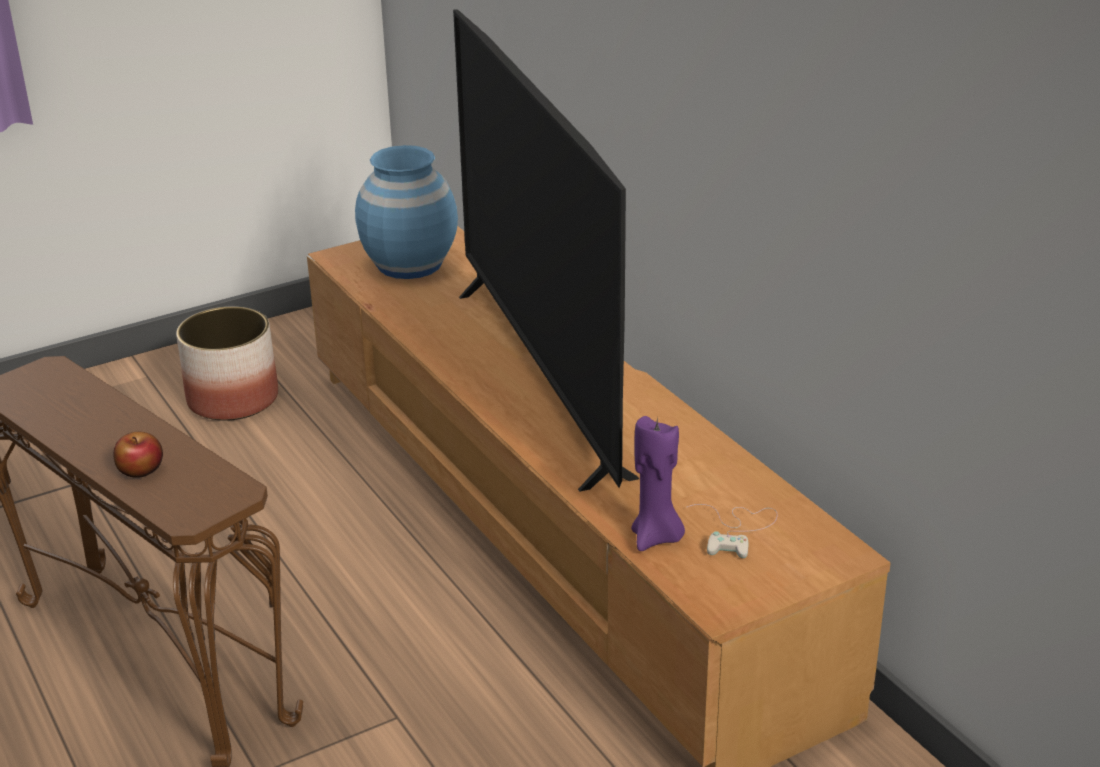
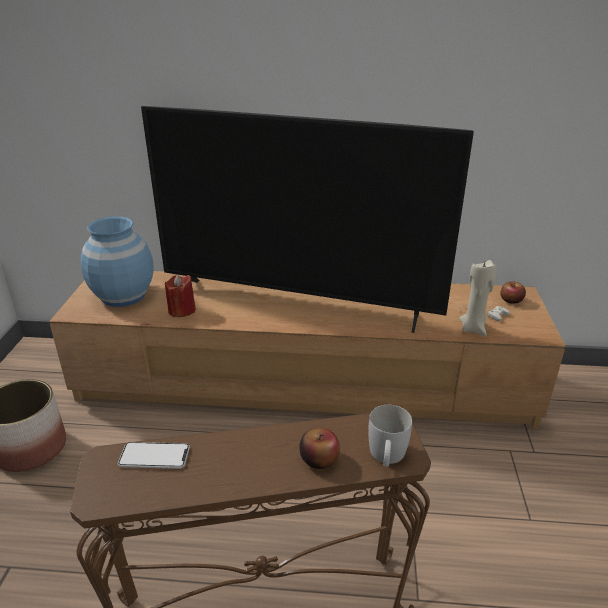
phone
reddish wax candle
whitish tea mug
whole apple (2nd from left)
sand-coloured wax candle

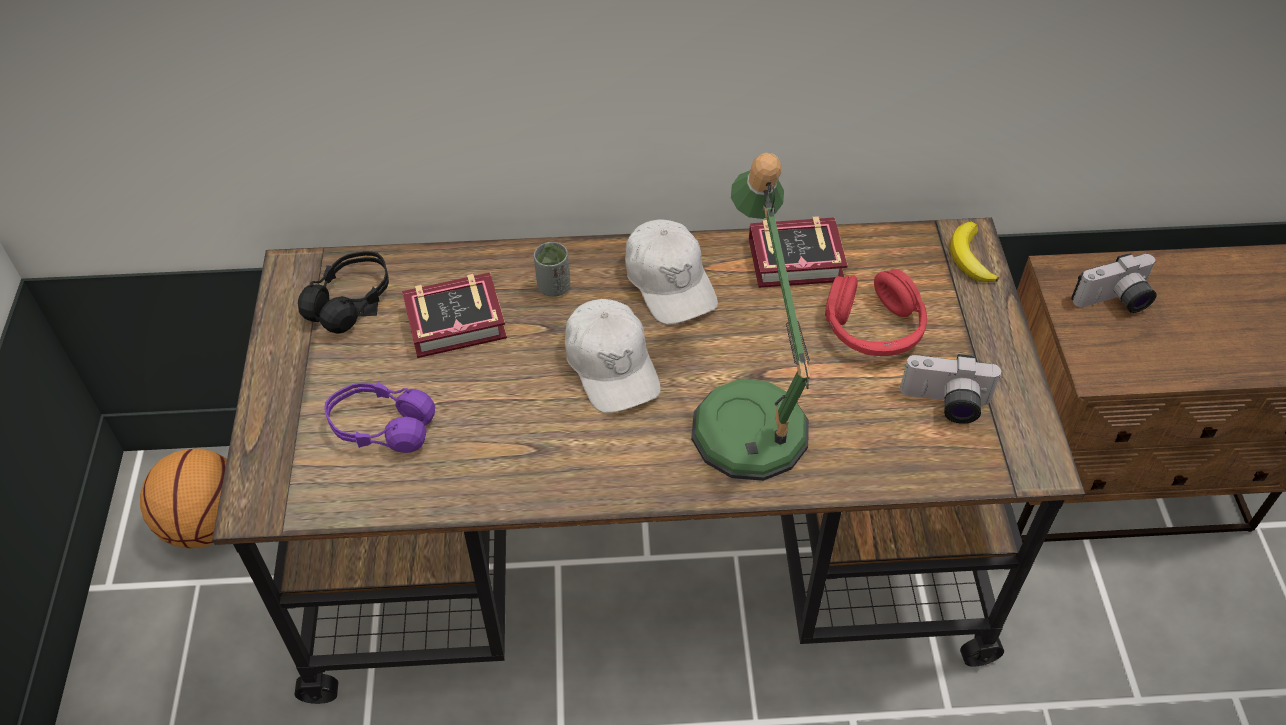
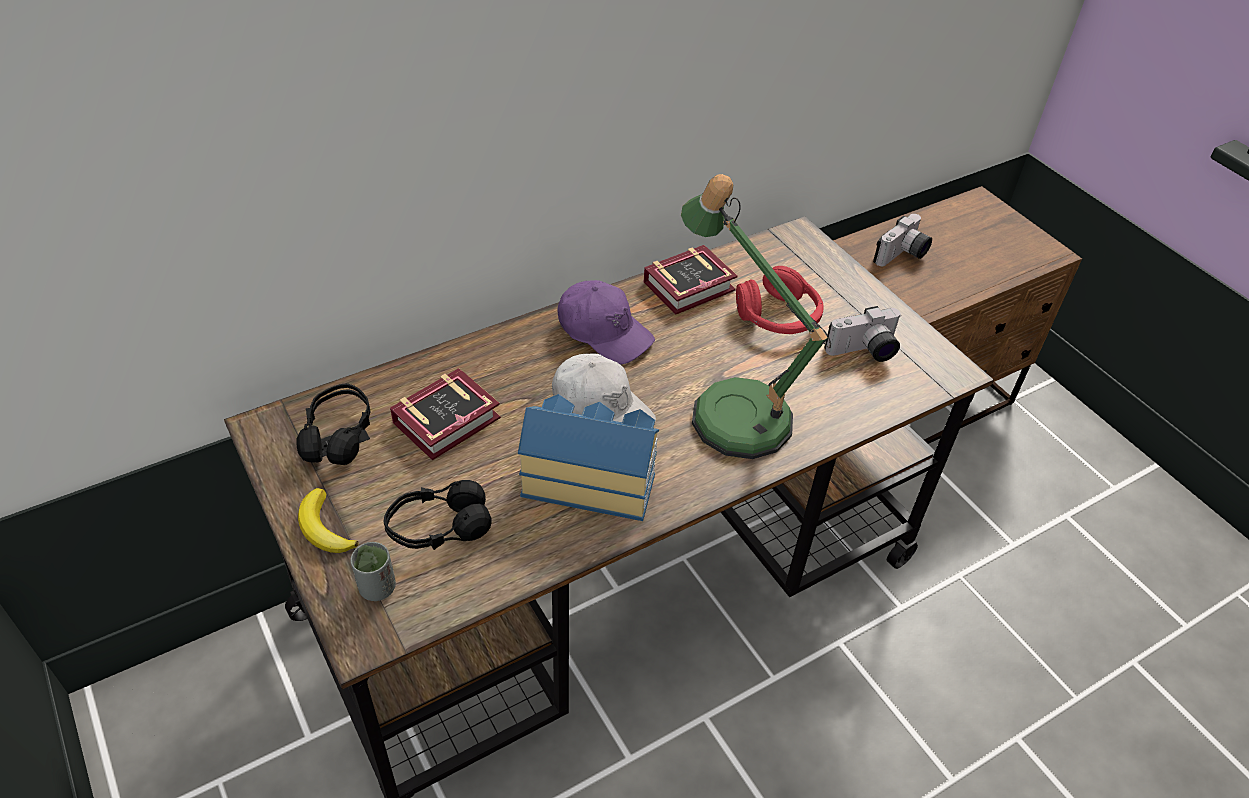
ball for basketball
model house
greyish drinking cup
banana
black-coloured pair of headphones (2nd from left)
purple-coloured peaked cap

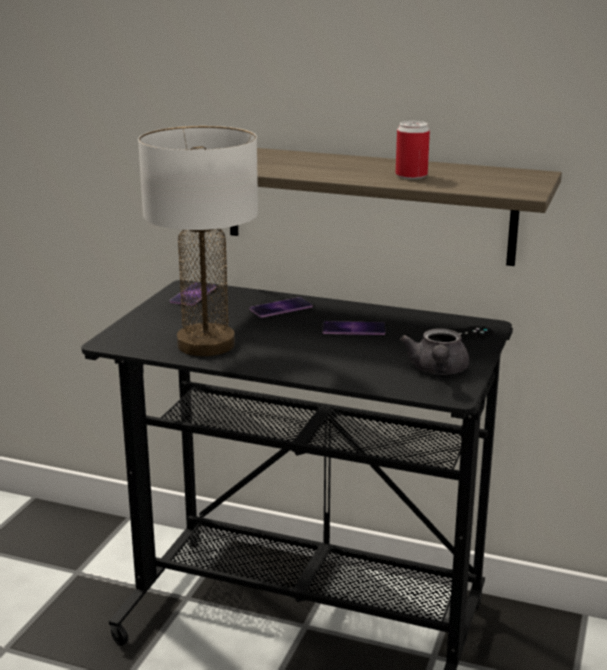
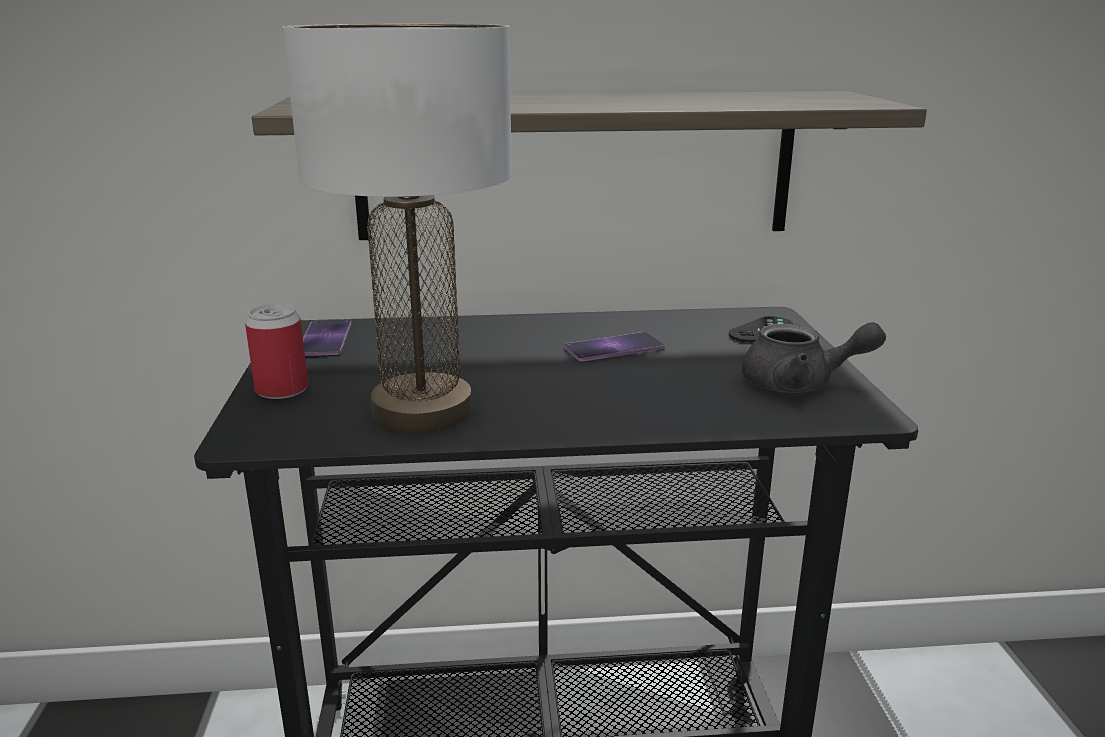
phone (2nd from left in the first image)
sealed can
greyish tea pot

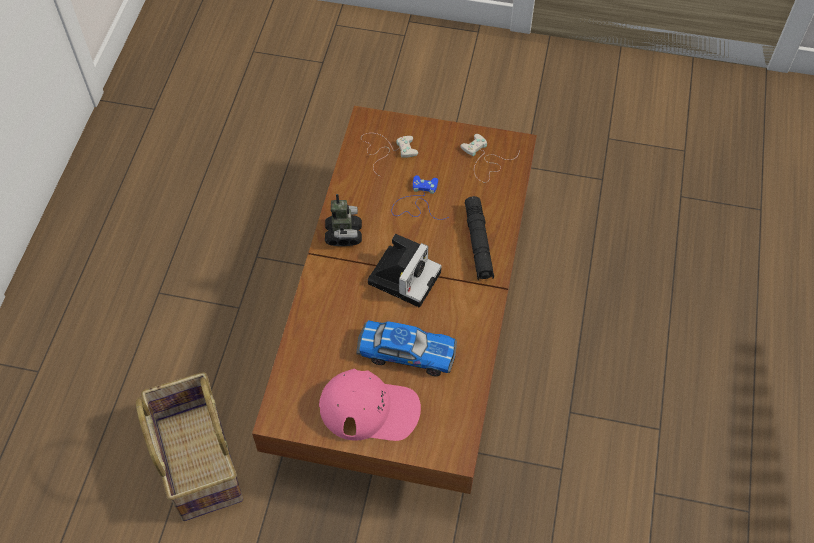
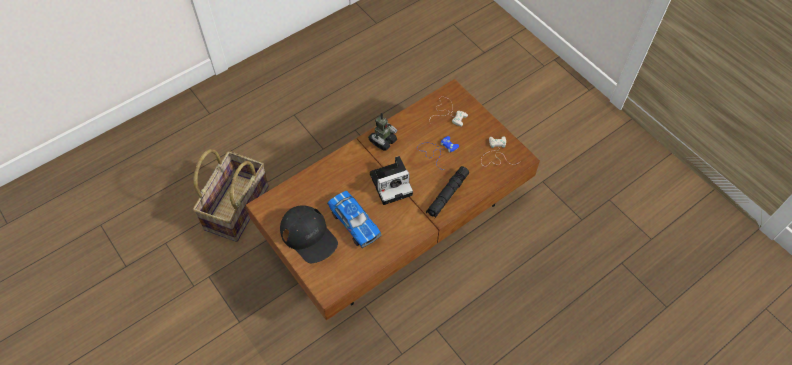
black-coloured peaked cap

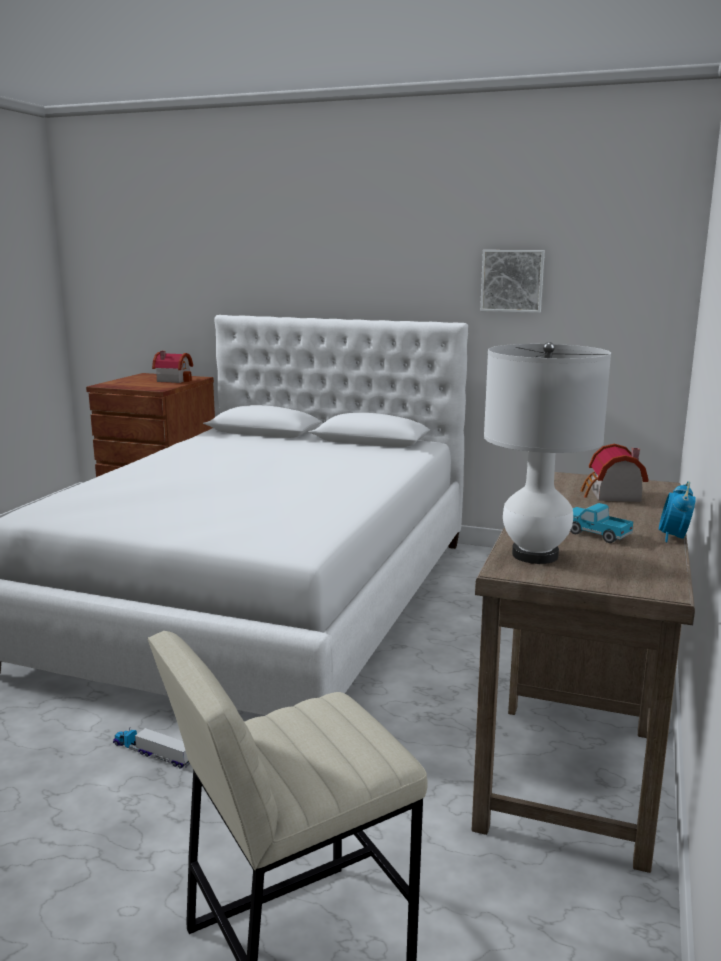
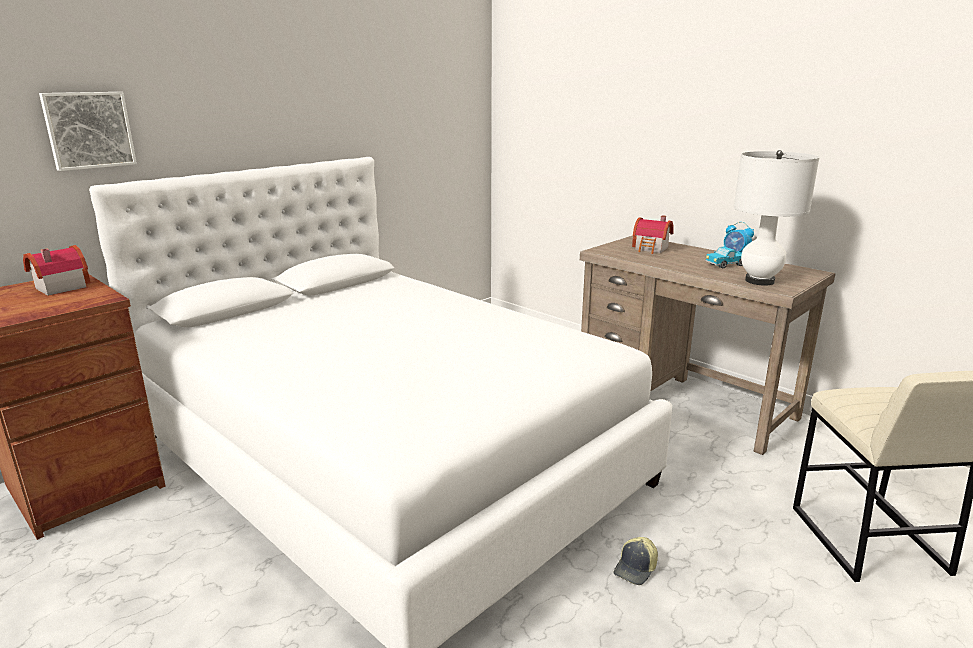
picture
peaked cap

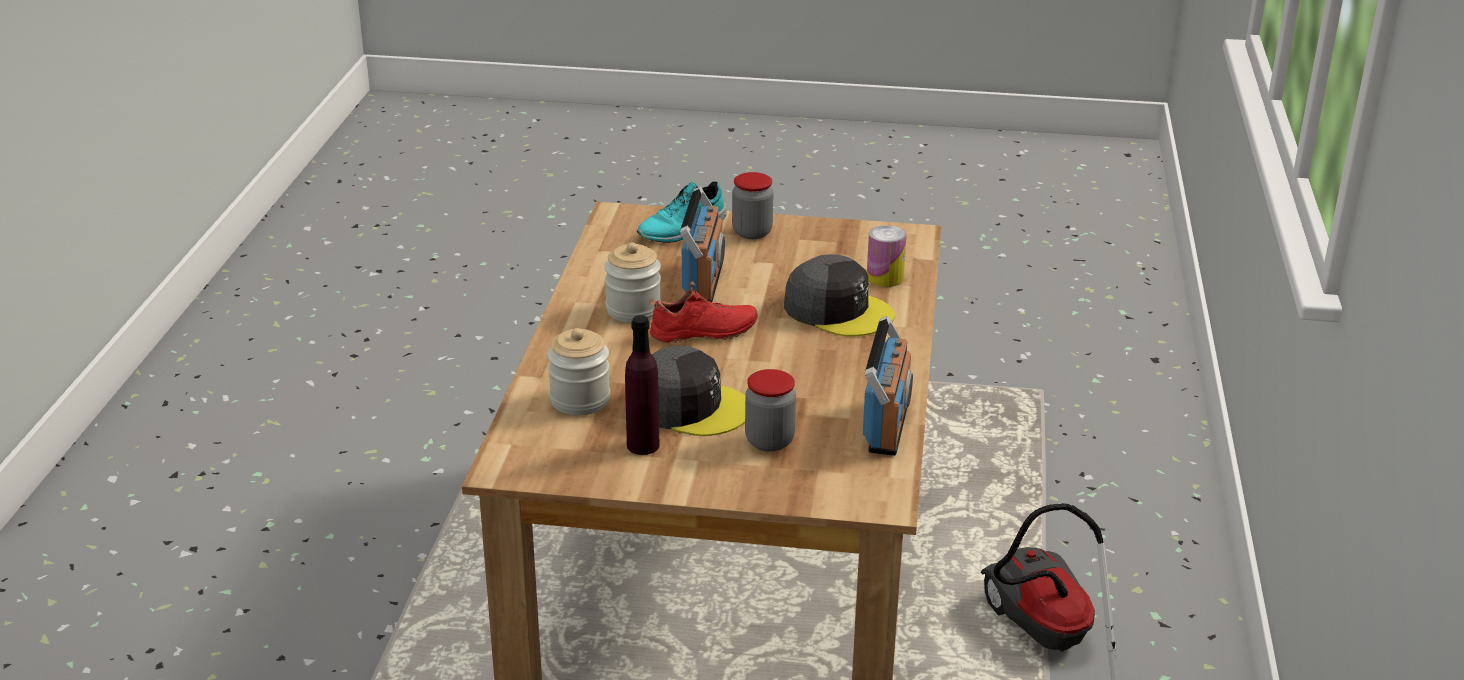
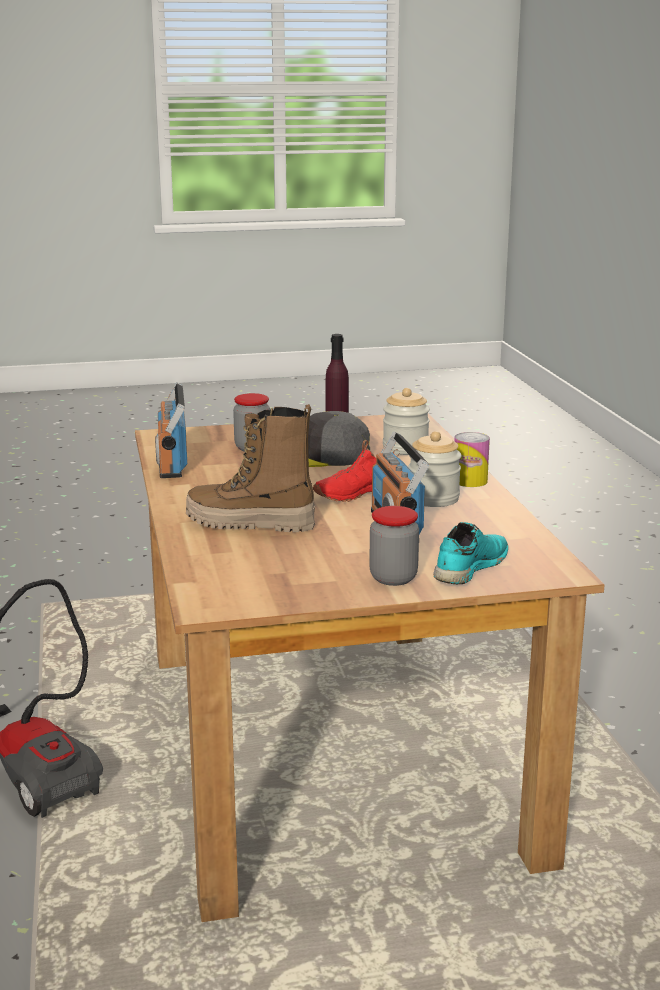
sealed can
high-top boot

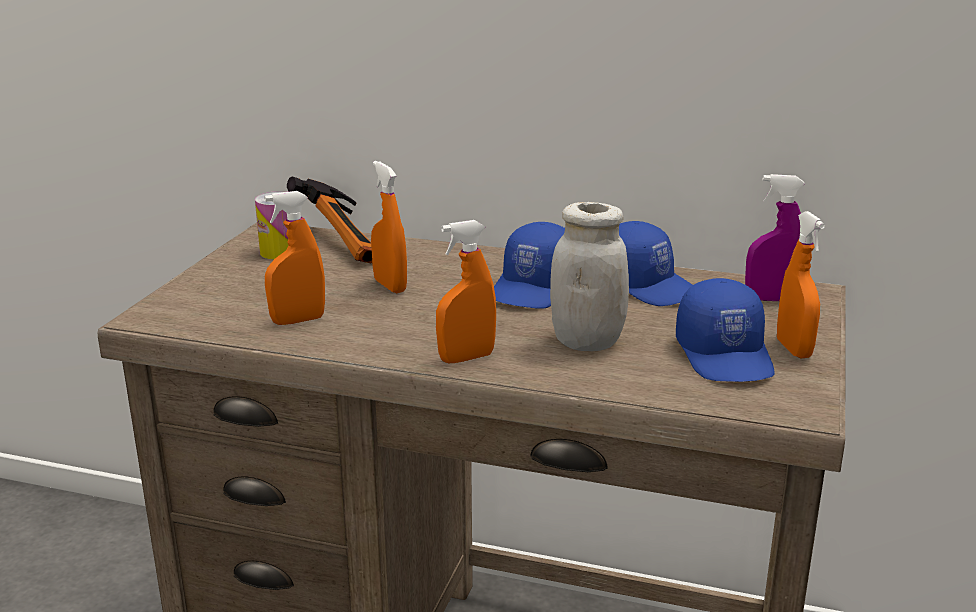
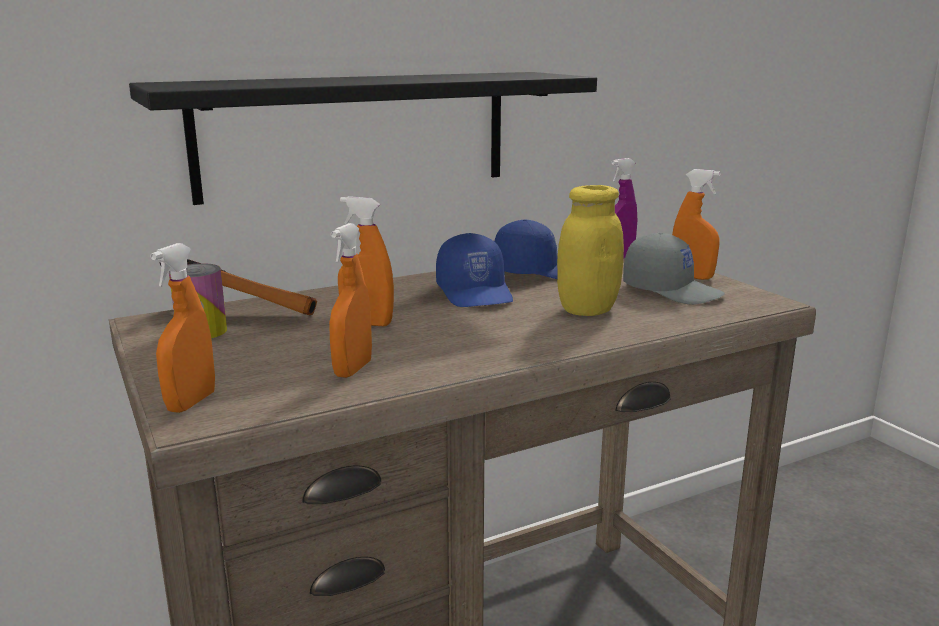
black-coloured wall shelf
orange spray bottle (1st from left)
yellow-coloured jar
greyish peaked cap

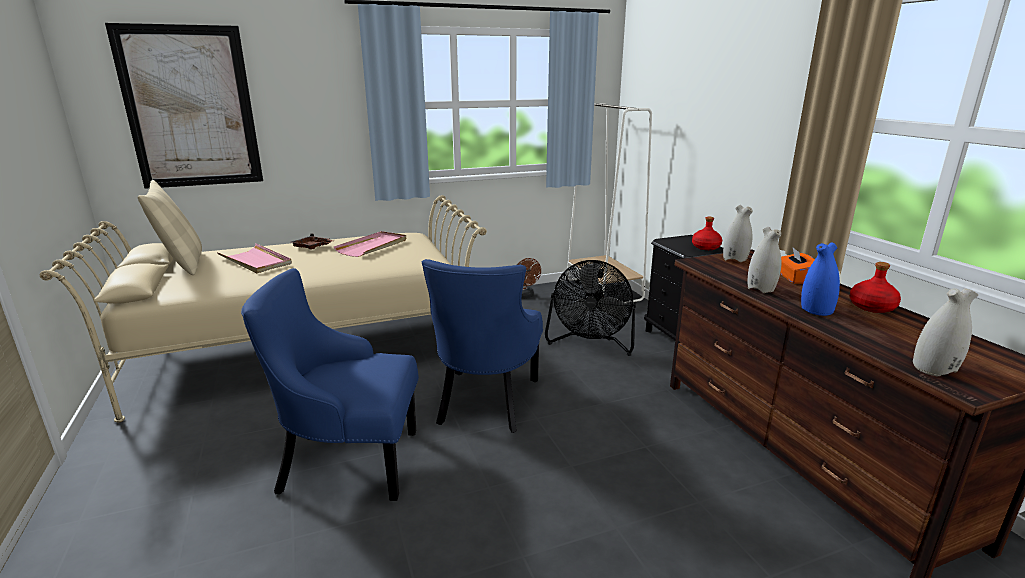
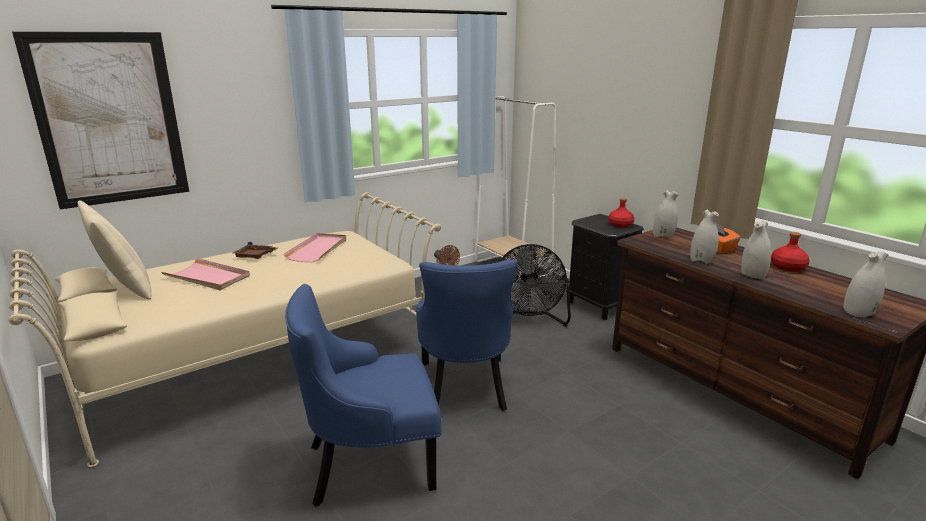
whitish flower vase (3rd from left)

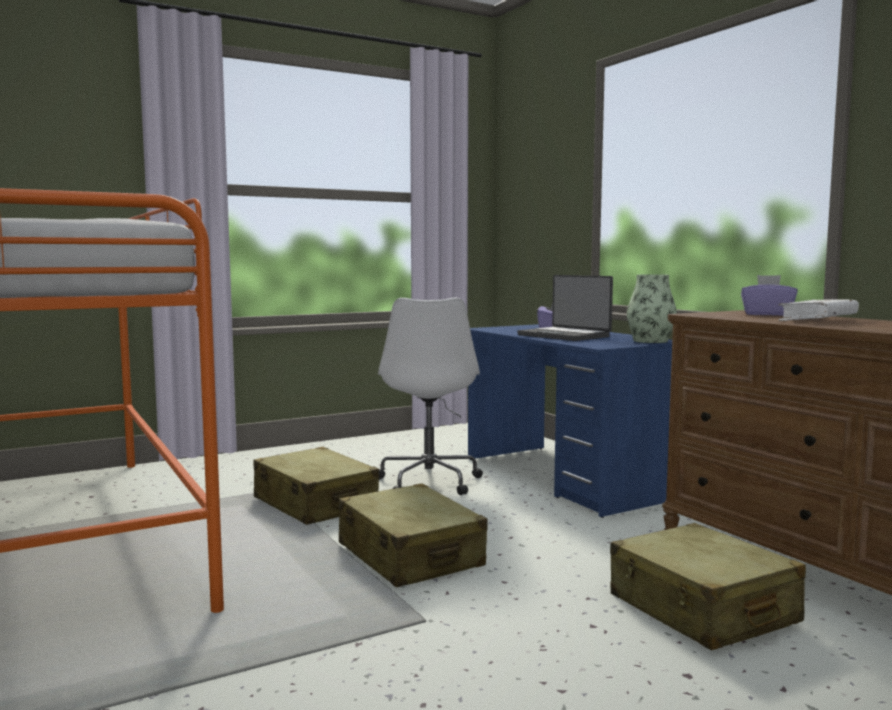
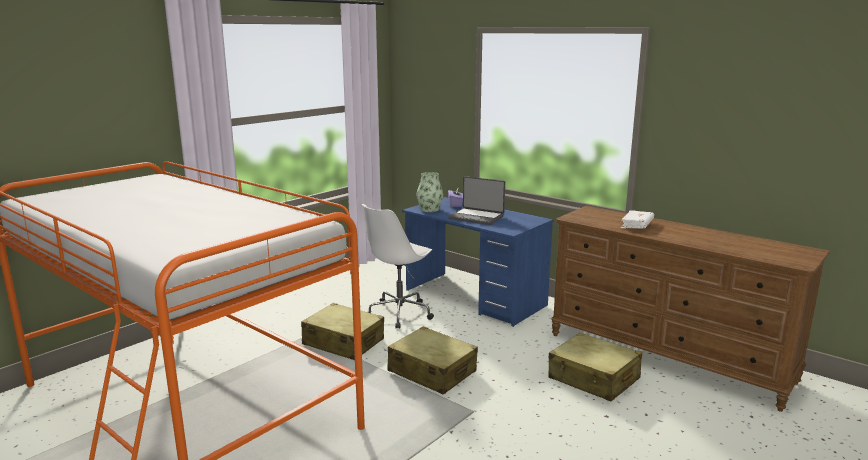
purple-coloured box of tissues (2nd from left in the first image)
flower vase
whitish desk chair

